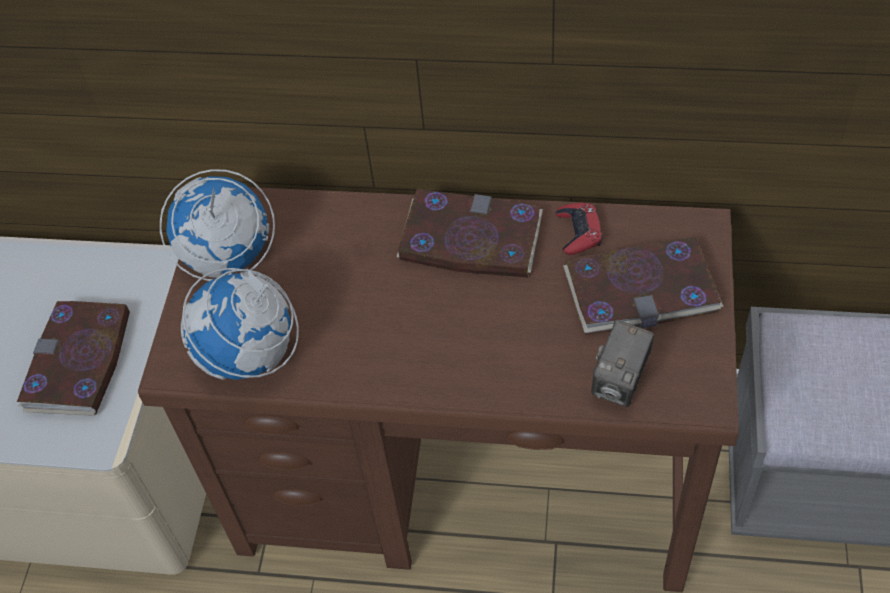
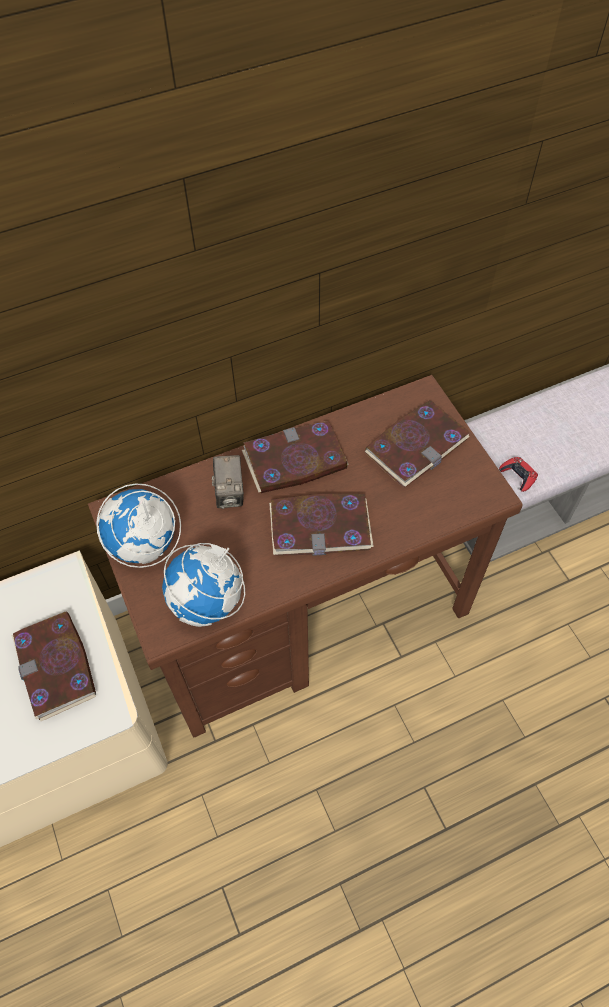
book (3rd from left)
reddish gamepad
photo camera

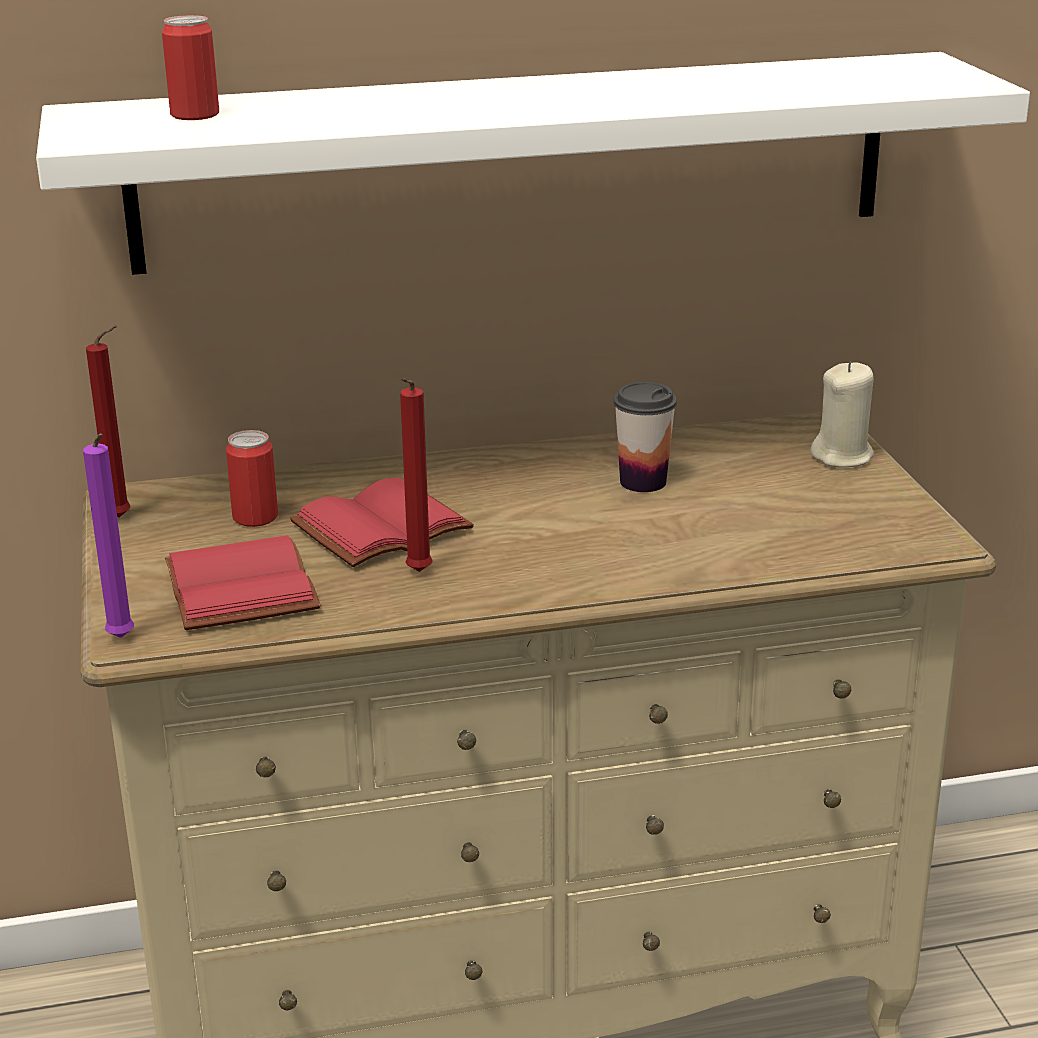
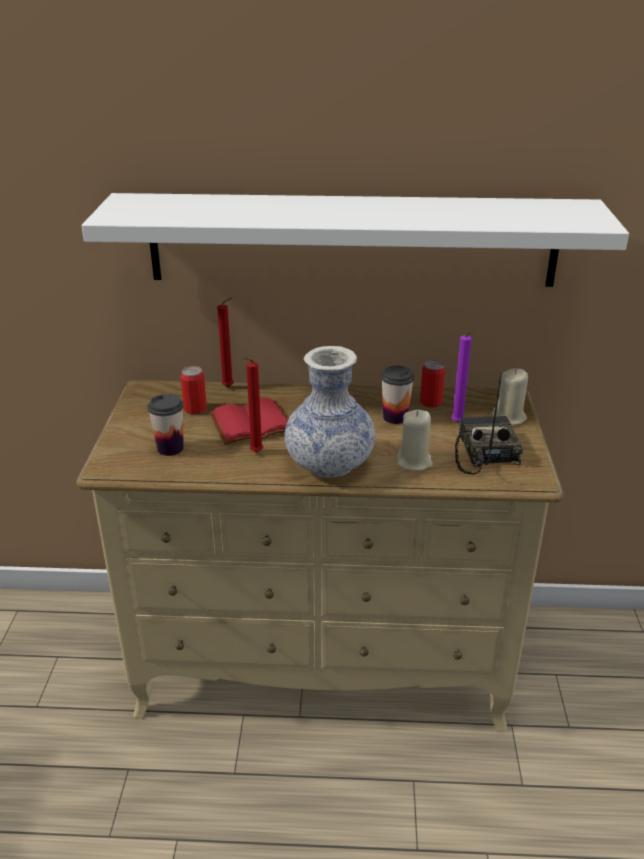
flower vase
sand-coloured wax candle (1st from left)
radio receiver
purple-coloured wax candle
reddish wax candle (1st from left)
sealed can (2nd from left)
drinking cup (1st from left)

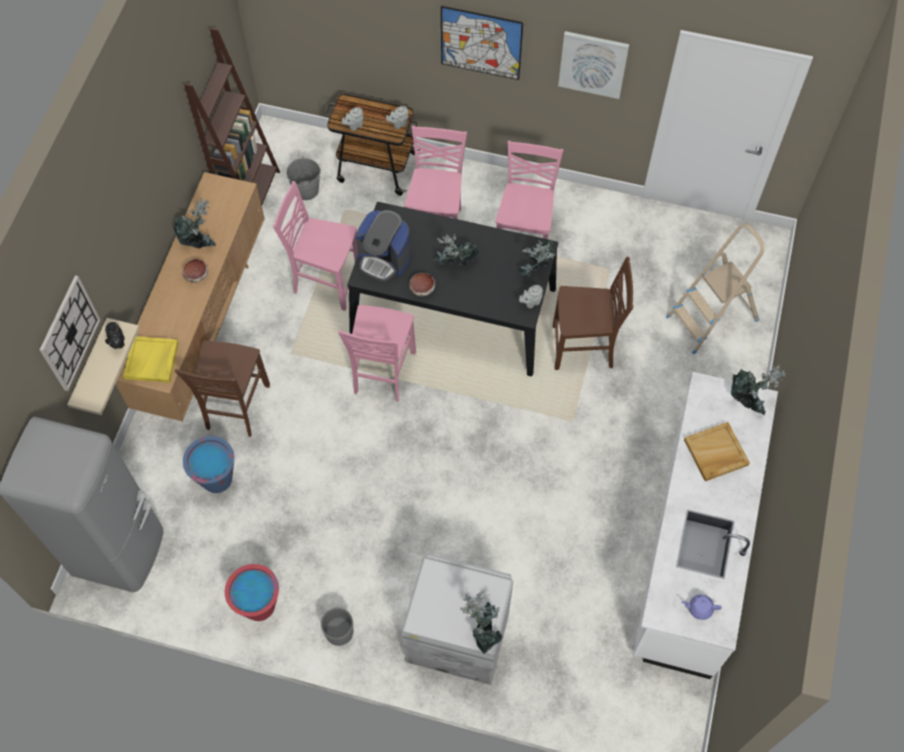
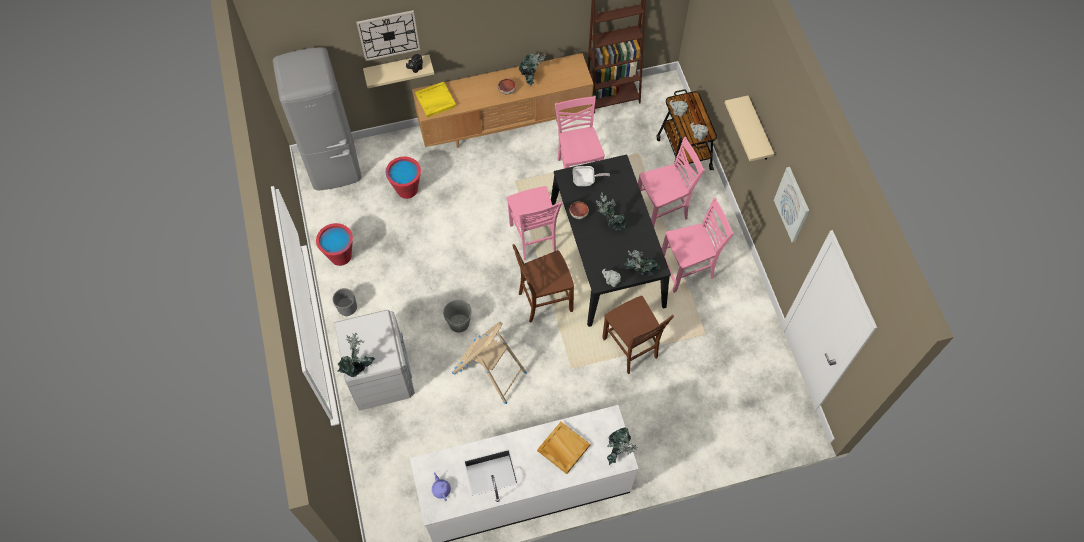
brown-coloured upright chair (1st from left)
greyish pail
sand-coloured step ladder
frying pan
sand-coloured wall shelf (2nd from left)
reddish pail (2nd from left)
pink upright chair (1st from left)

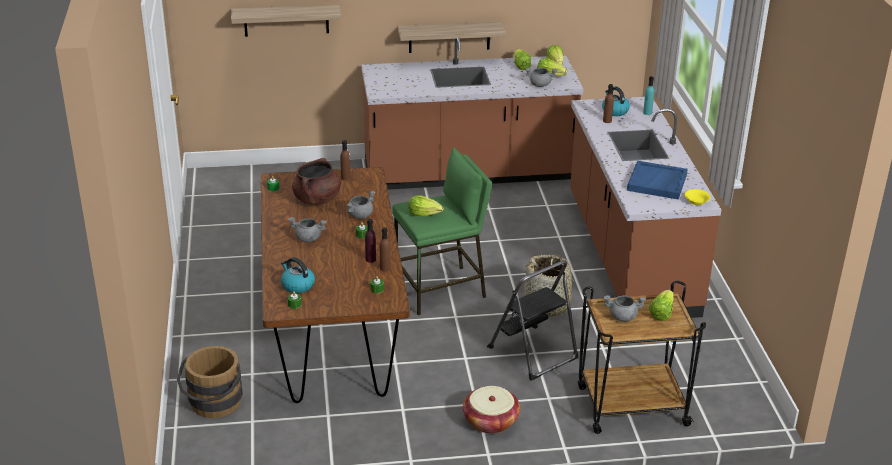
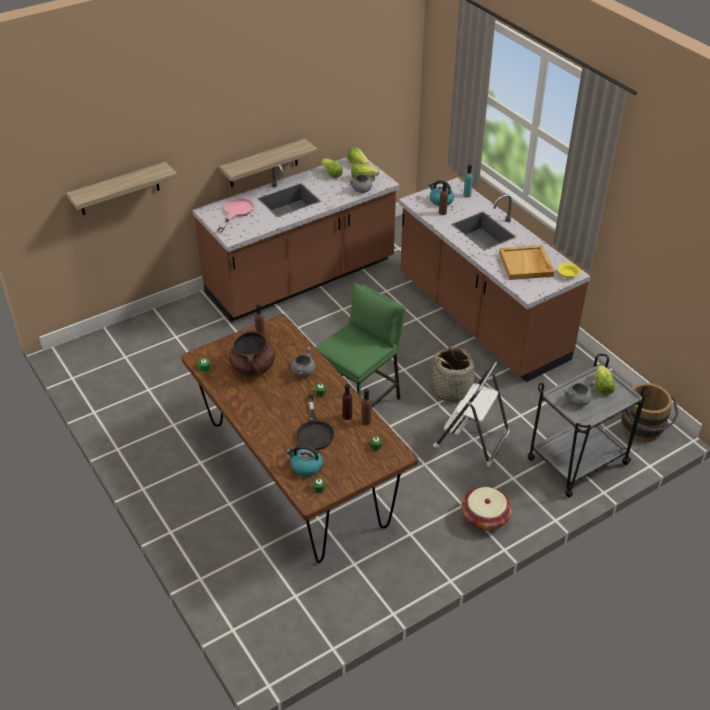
greyish stockpot (1st from left in the first image)
lettuce (1st from left in the first image)
pink frying pan
black-coloured frying pan
brown-coloured pail
whitish step ladder
greyish wheeled cart
sand-coloured serving tray

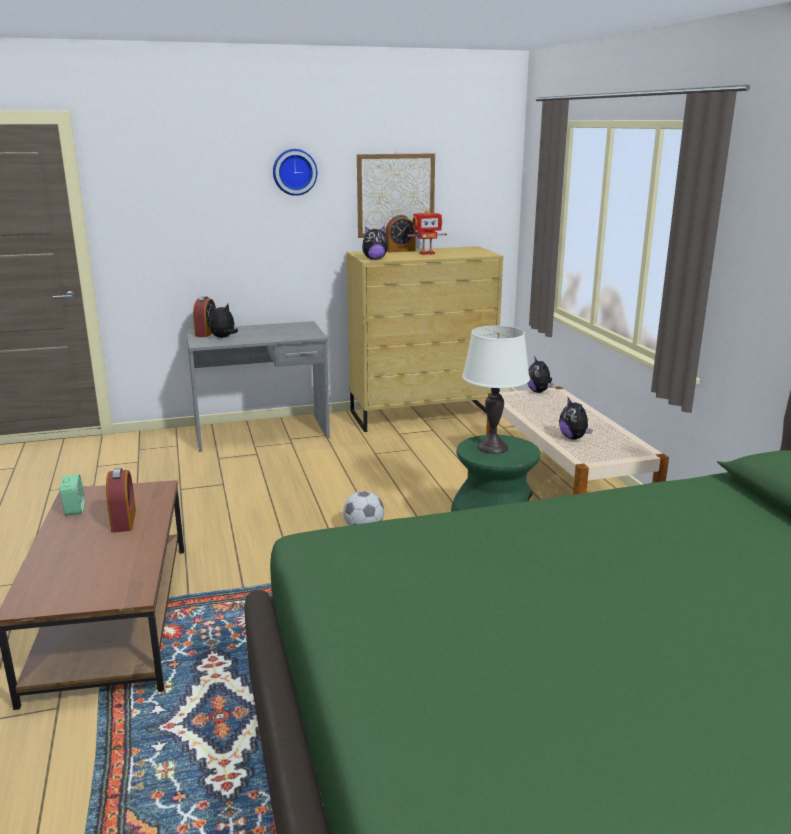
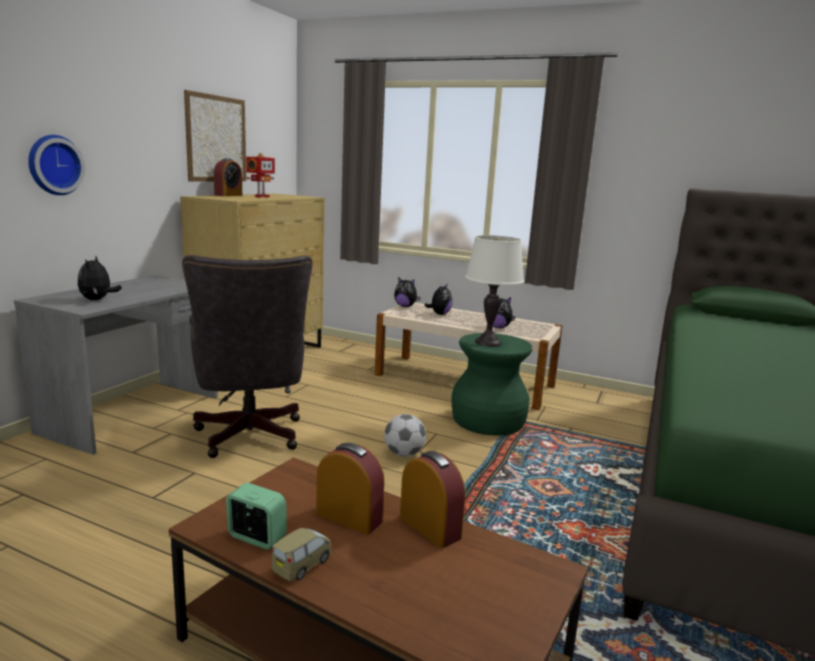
greyish desk chair
model car
alarm clock (4th from left)
clock on the wall
plush toy (3rd from left)

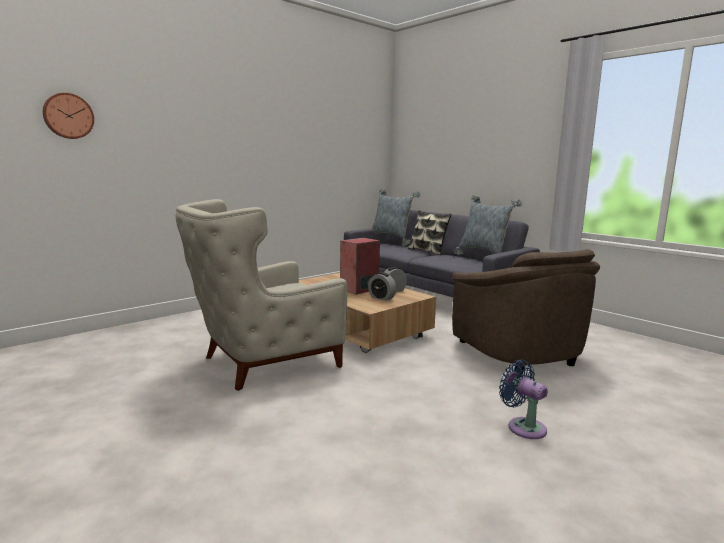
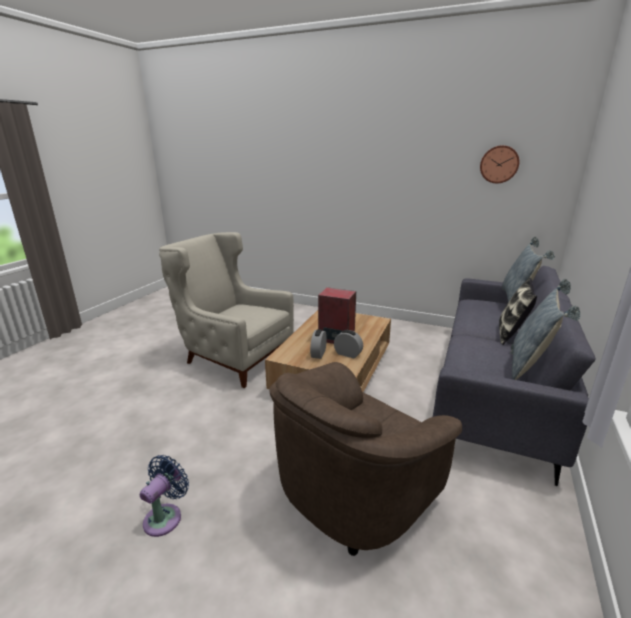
clock on the wall

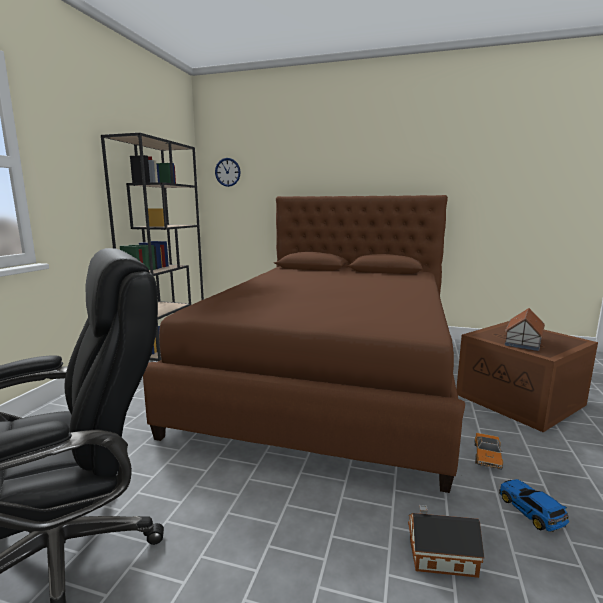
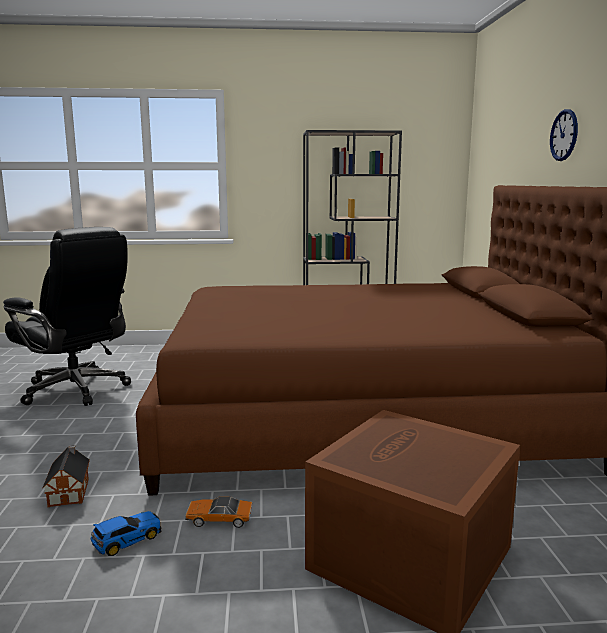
model house (2nd from left in the first image)
clock on the wall

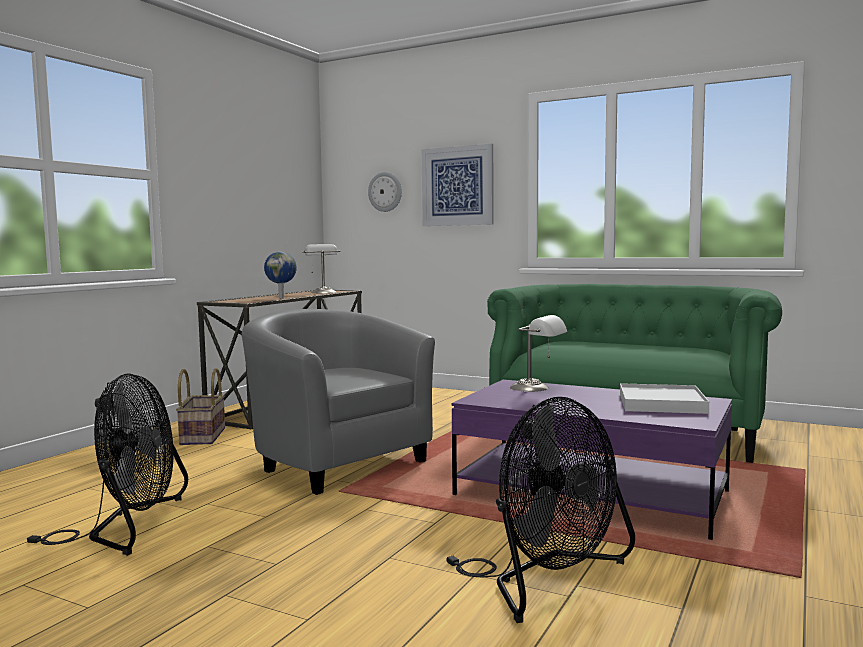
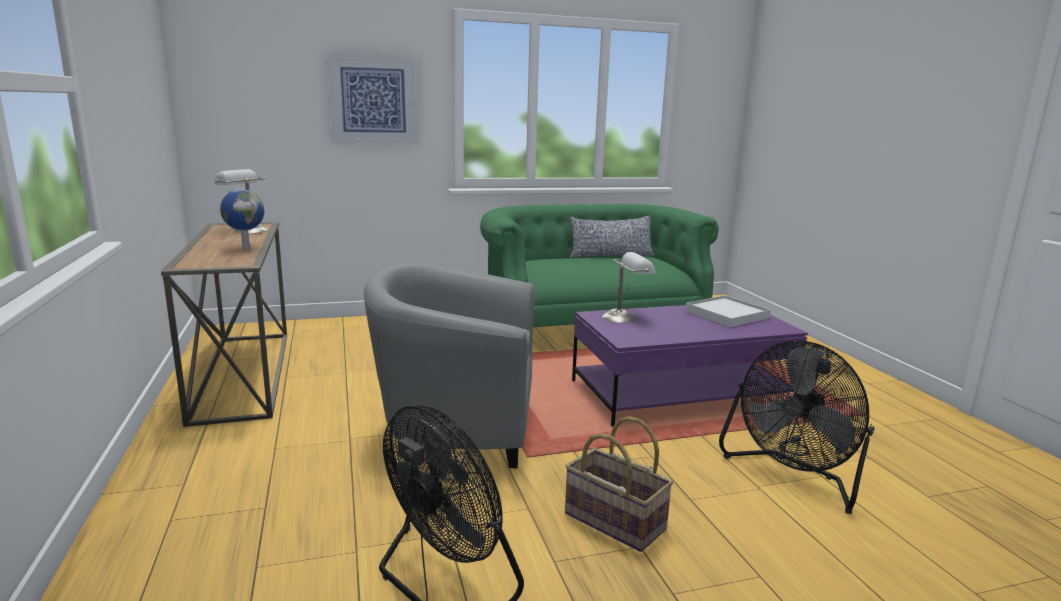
clock on the wall
cushion
basket
black-coloured electric fan (2nd from left)

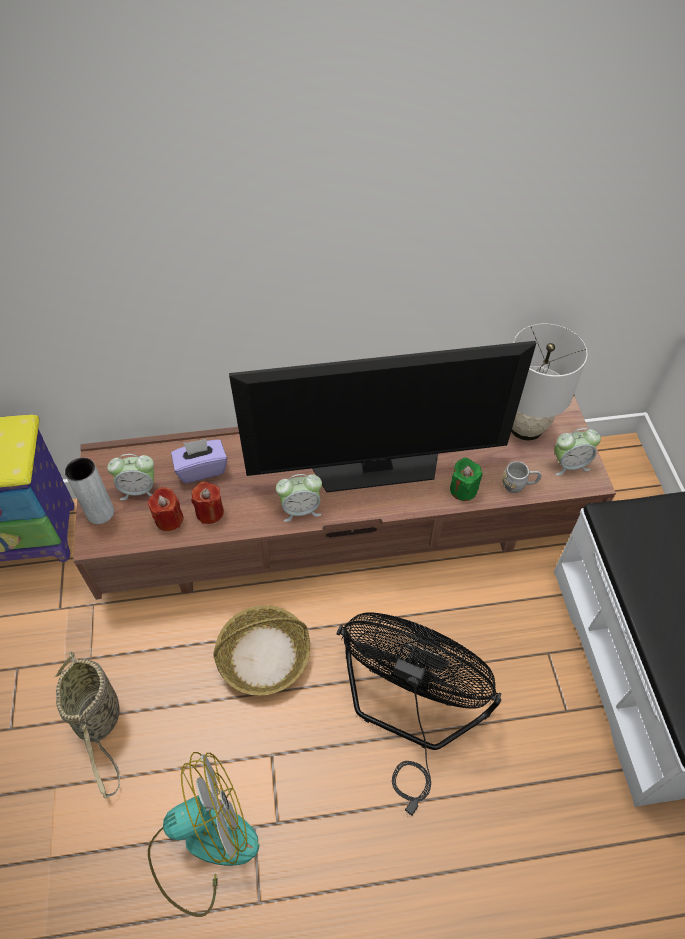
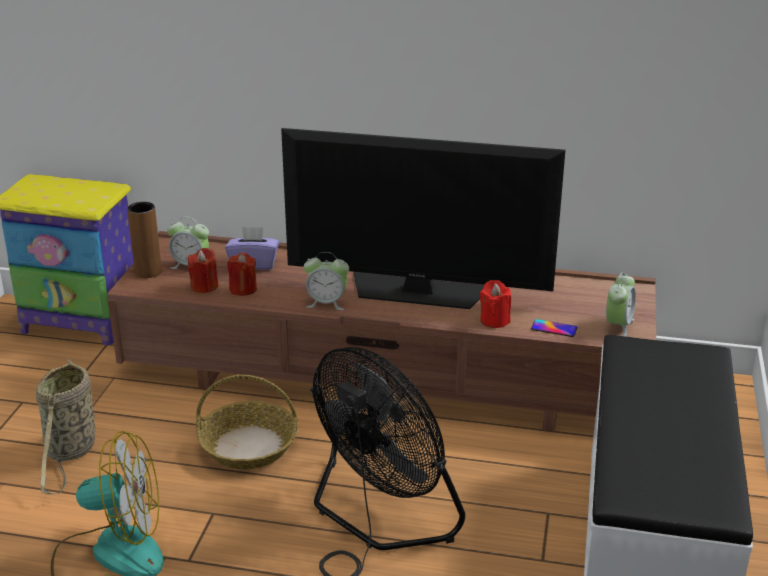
whitish lamp for a table
phone
brown-coloured flower vase
reddish wax candle (3rd from left)
alarm clock (3rd from left)

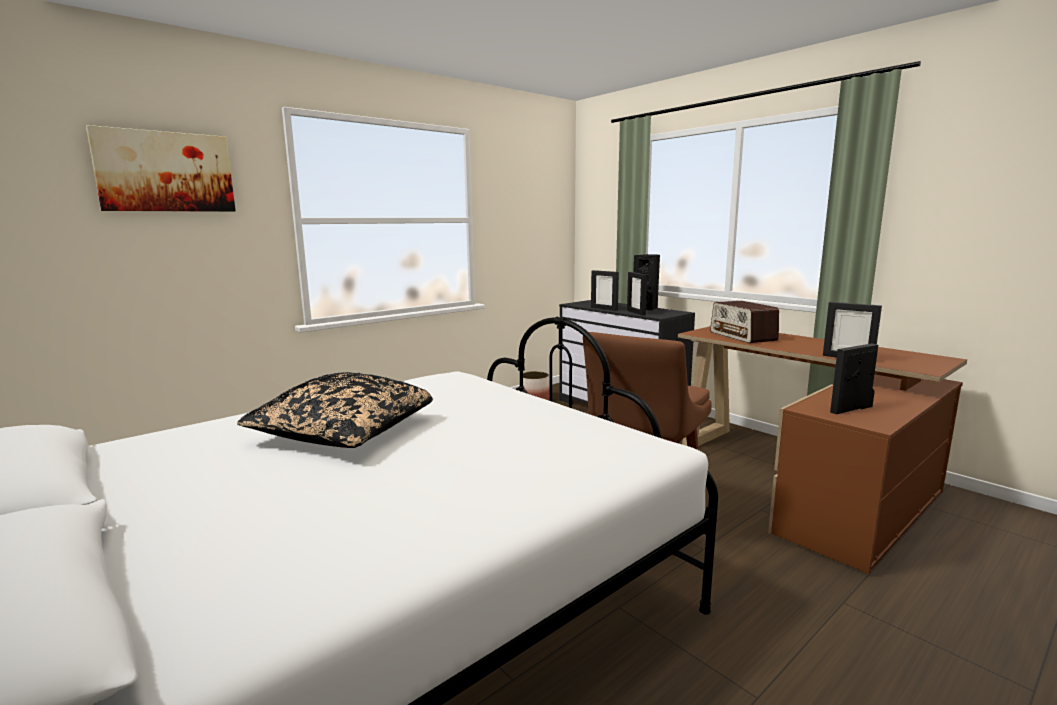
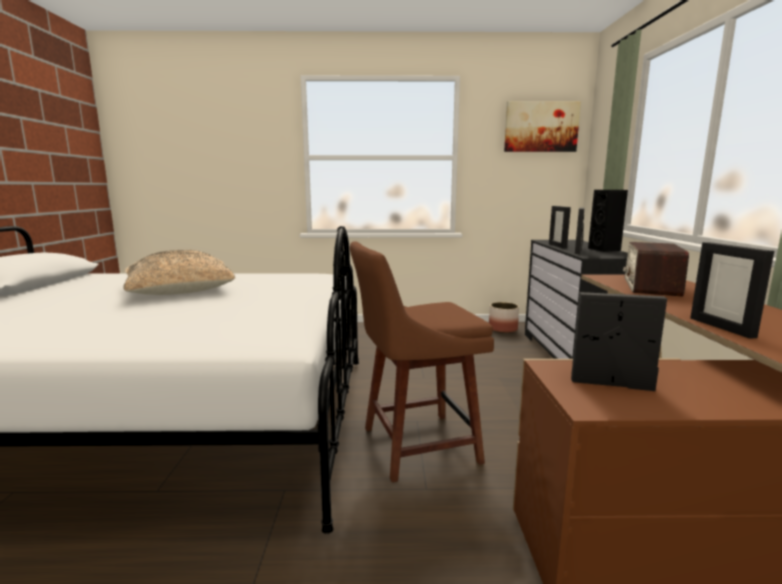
picture
sand-coloured cushion

